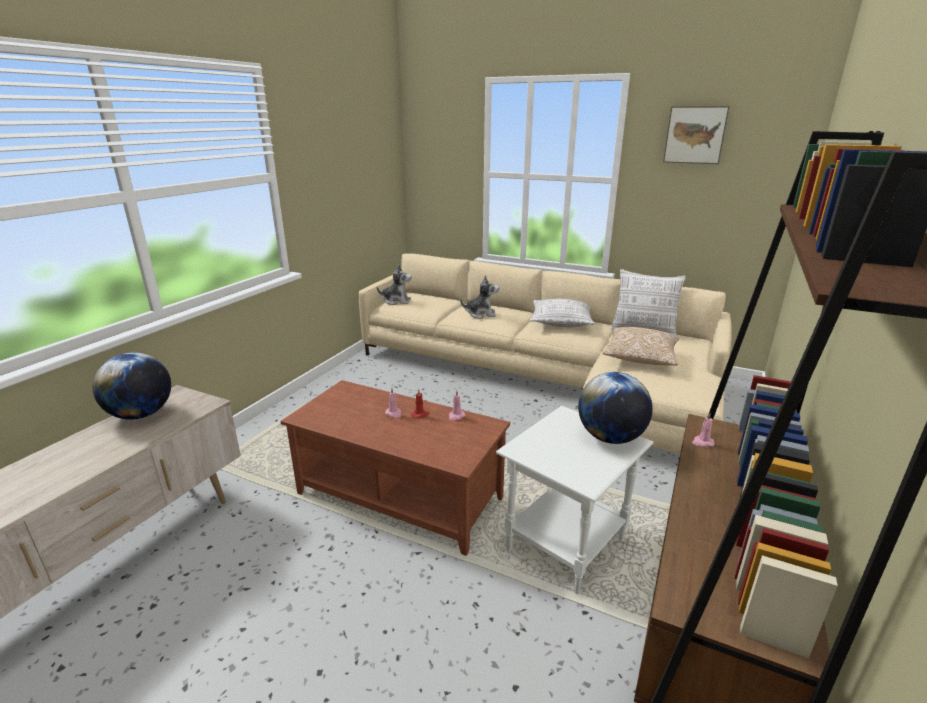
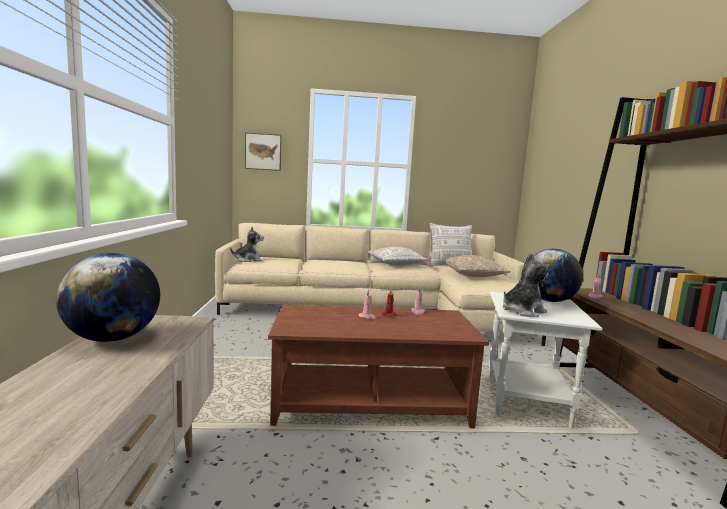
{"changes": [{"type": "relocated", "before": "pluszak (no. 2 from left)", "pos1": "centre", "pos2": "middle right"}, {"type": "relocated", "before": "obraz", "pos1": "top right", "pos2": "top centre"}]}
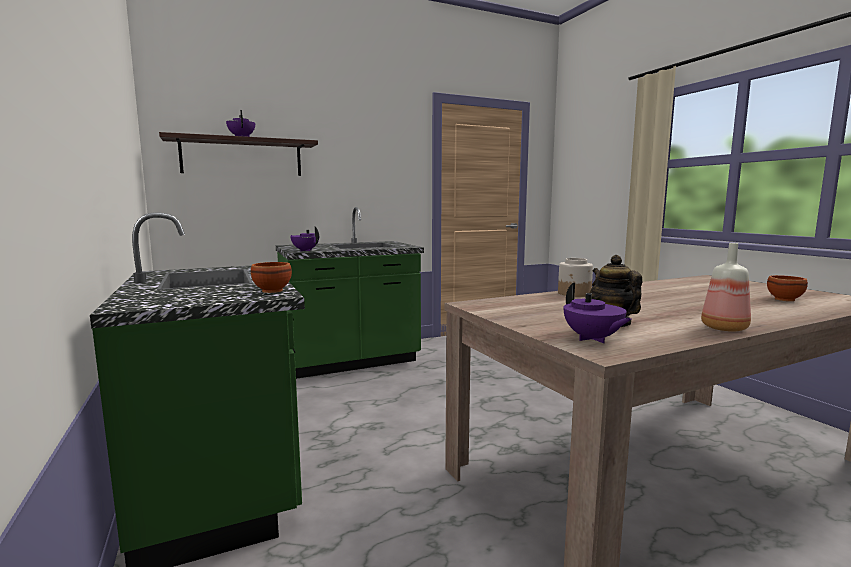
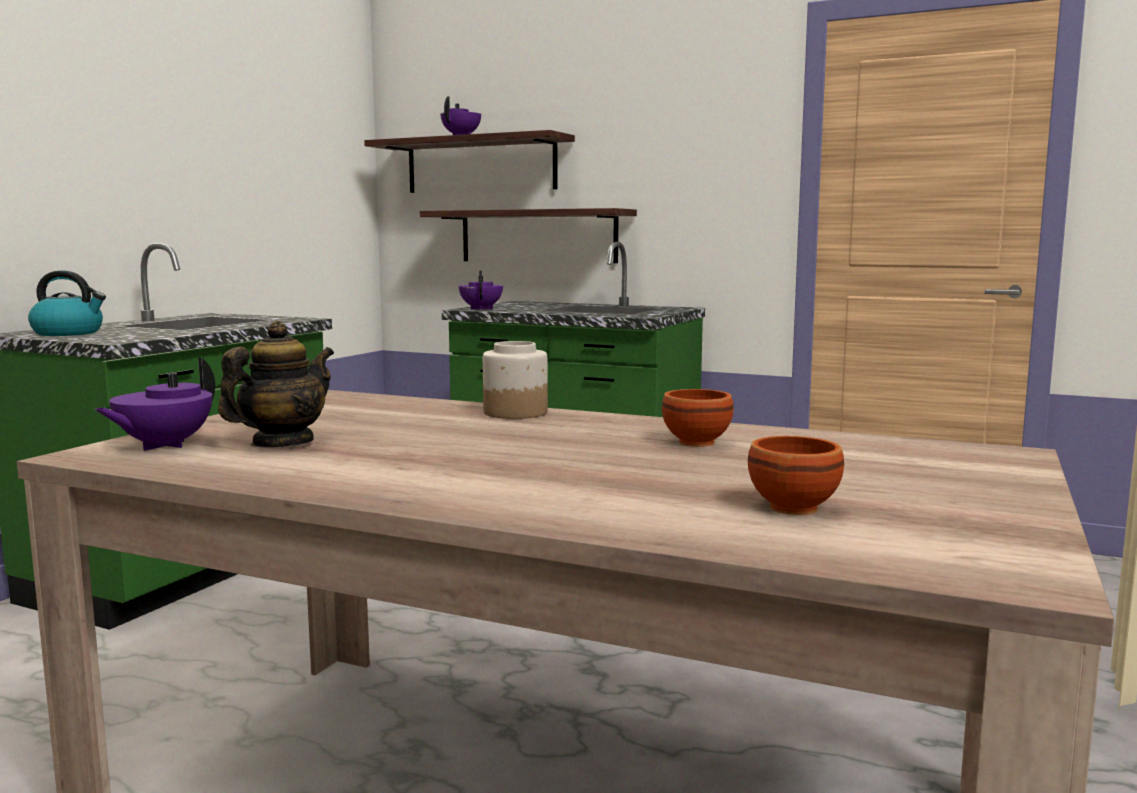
{"changes": [{"type": "relocated", "before": "miska (brązowy) (no. 1 from left)", "pos1": "middle left", "pos2": "centre"}, {"type": "missing", "before": "butelka", "pos1": "middle right"}, {"type": "appeared", "after": "czajnik", "pos2": "middle left"}, {"type": "appeared", "after": "półka (no. 2 from left)", "pos2": "top centre"}]}
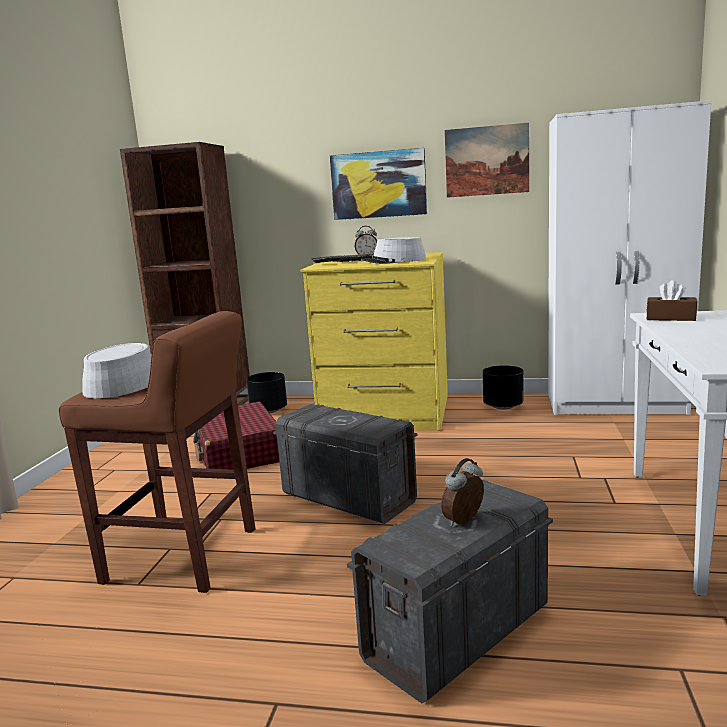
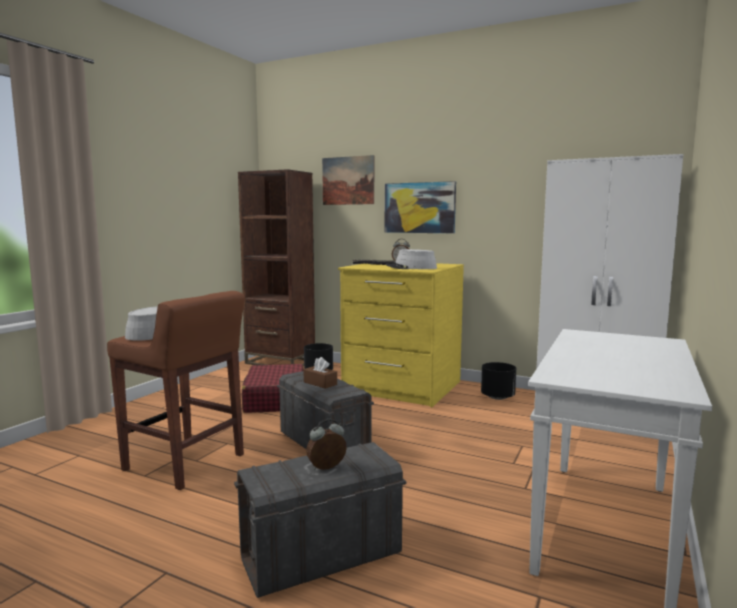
{"changes": [{"type": "relocated", "before": "obraz (no. 2 from left in the first image)", "after": "obraz (no. 1 from left)", "pos1": "top right", "pos2": "top centre"}, {"type": "relocated", "before": "pudełko chusteczek (brązowy)", "pos1": "middle right", "pos2": "centre"}]}
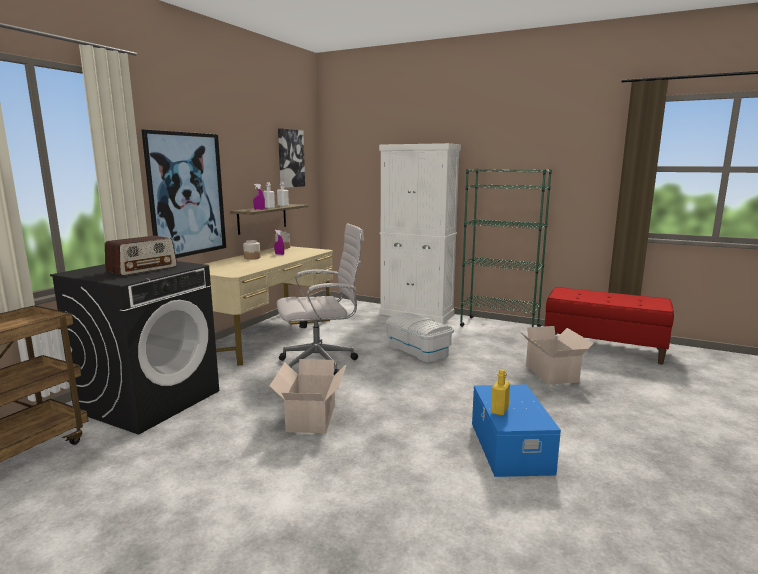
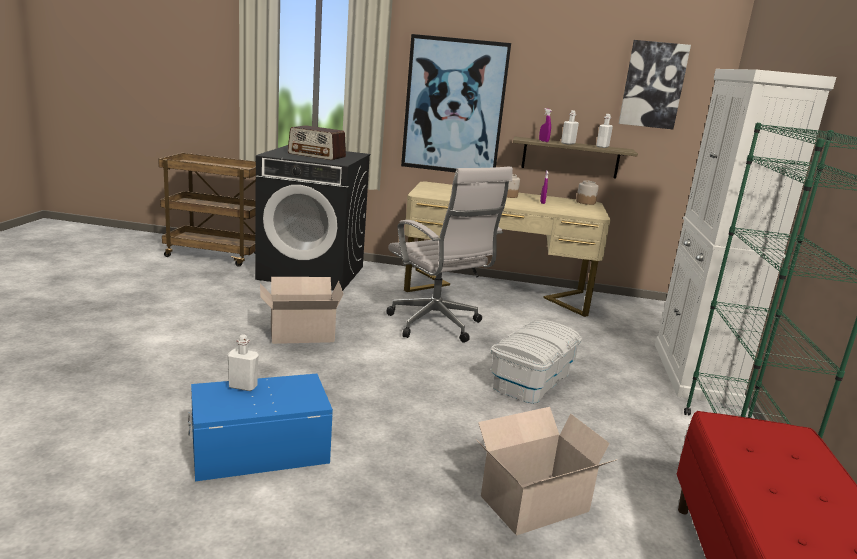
{"changes": [{"type": "colour", "before": "butelka (żółty)", "after": "butelka (biały) (no. 1 from left)", "pos1": "bottom centre", "pos2": "middle left"}]}
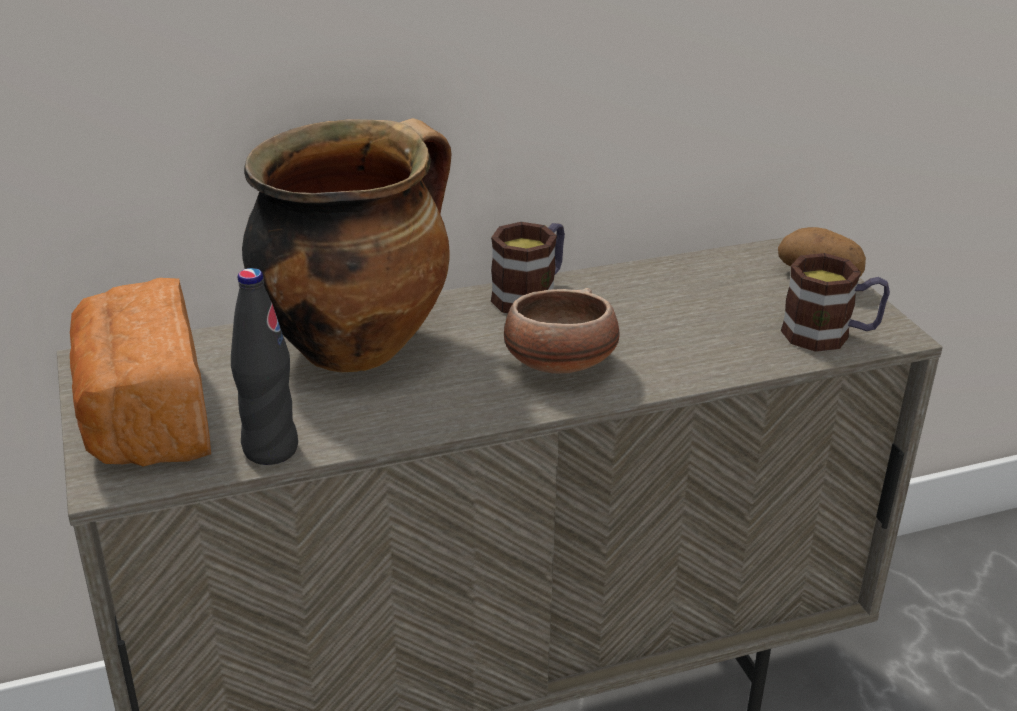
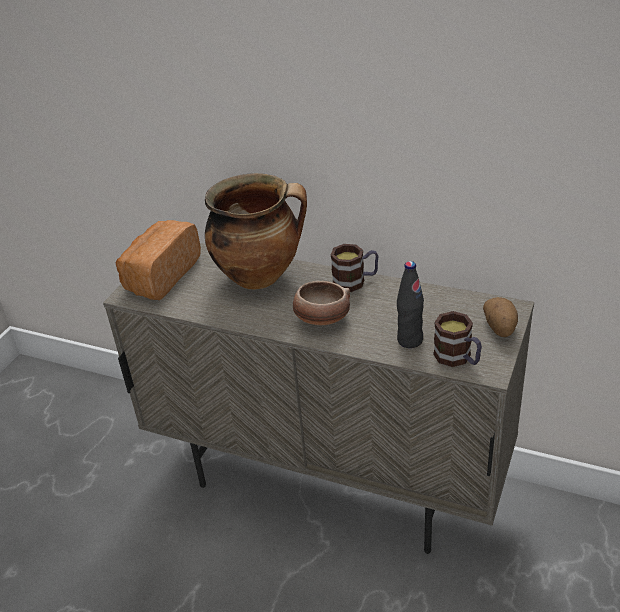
{"changes": [{"type": "relocated", "before": "butelka (czarny)", "pos1": "middle left", "pos2": "centre"}]}
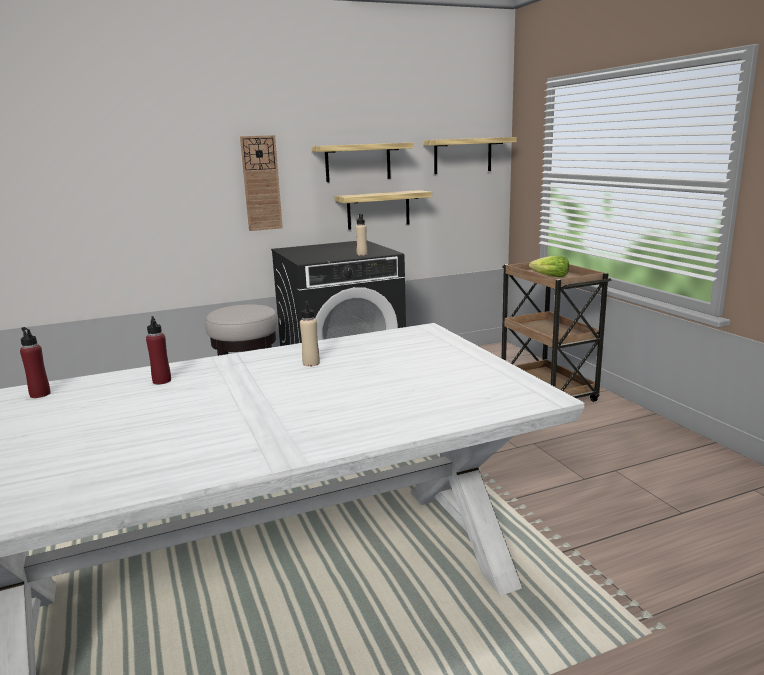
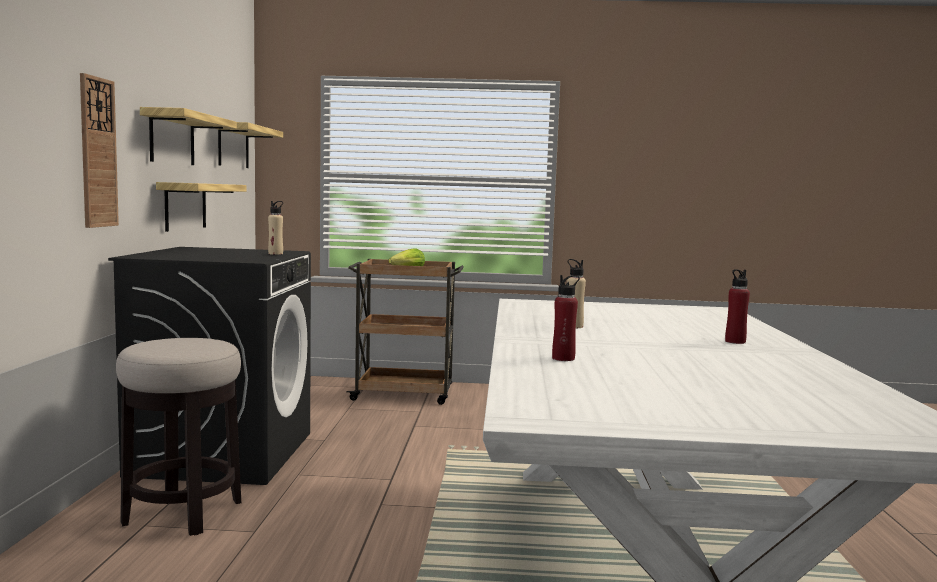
{"changes": [{"type": "relocated", "before": "butelka (czerwony) (no. 1 from left in the first image)", "after": "butelka (czerwony) (no. 2 from left)", "pos1": "middle left", "pos2": "middle right"}]}
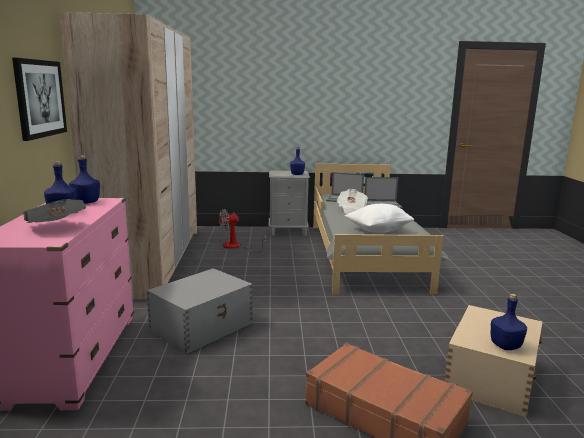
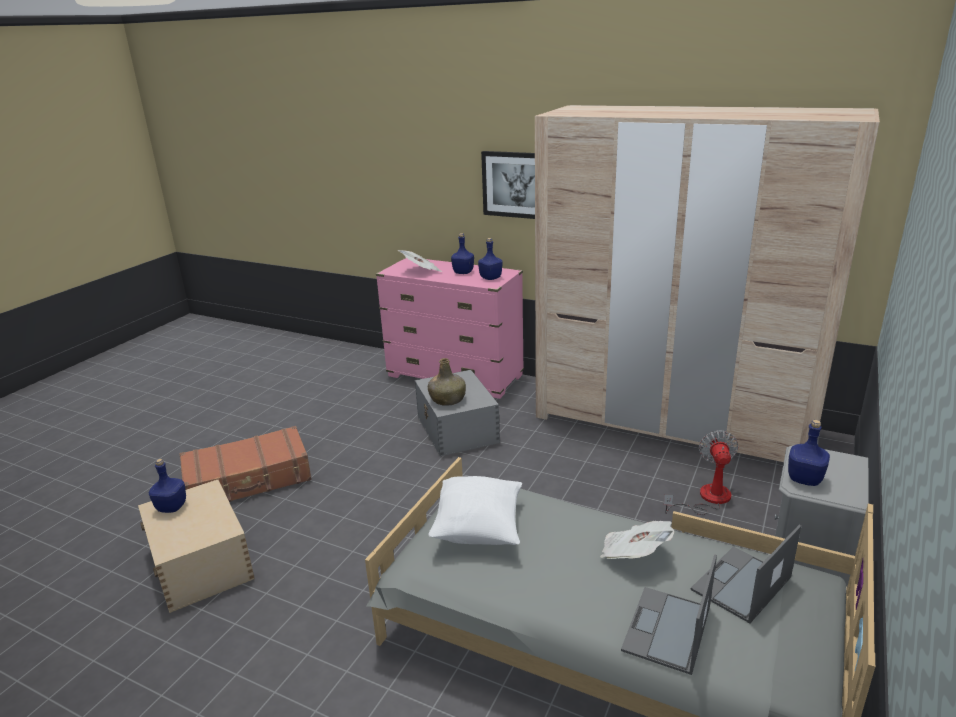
{"changes": [{"type": "appeared", "after": "butelka (zielony)", "pos2": "centre"}]}
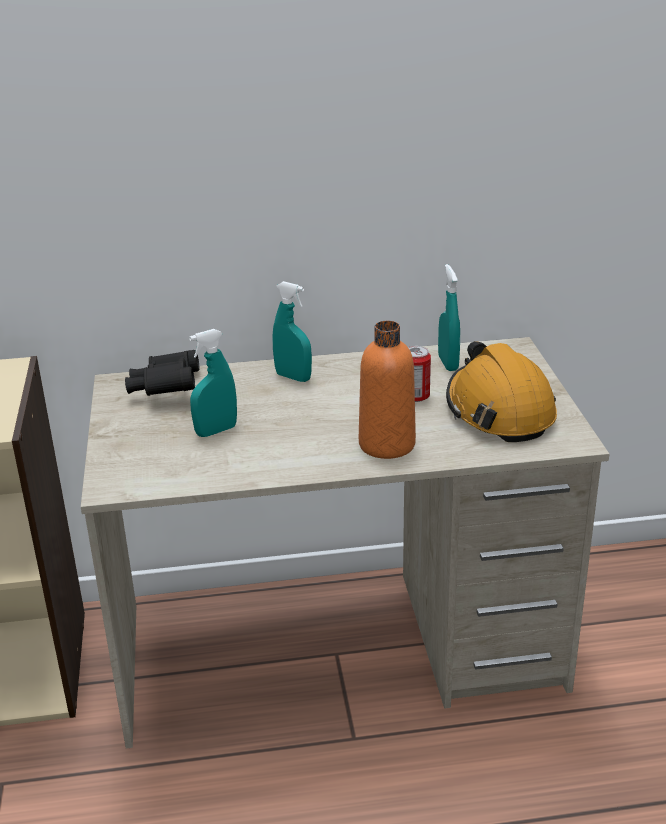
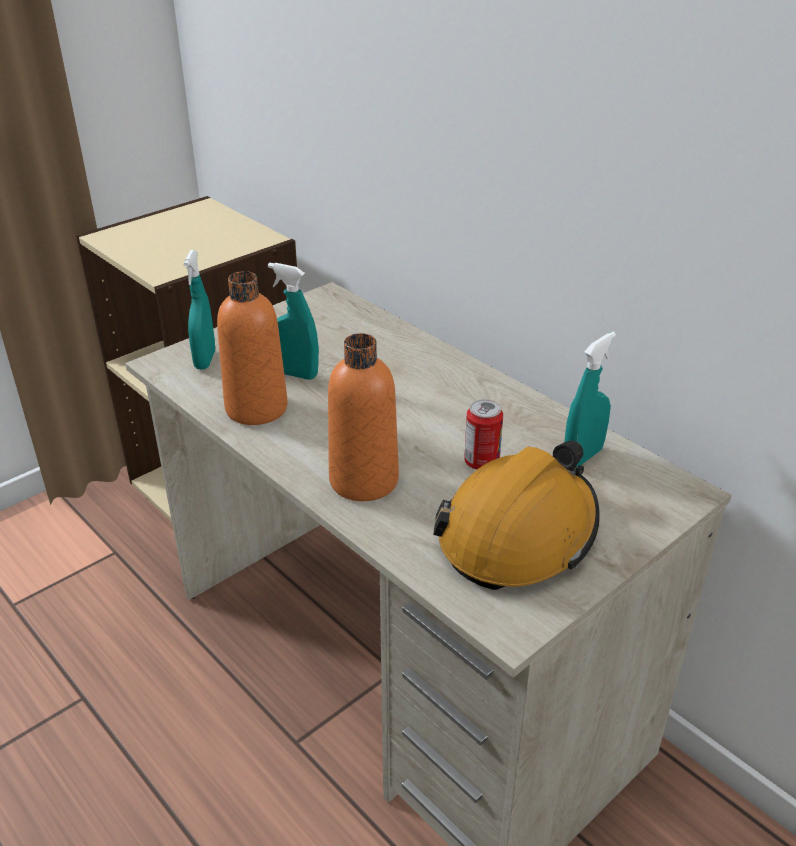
{"changes": [{"type": "missing", "before": "lornetka (czarny)", "pos1": "middle left"}, {"type": "relocated", "before": "spryskiwacz (turkusowy) (no. 2 from left in the first image)", "after": "spryskiwacz (turkusowy) (no. 1 from left)", "pos1": "centre", "pos2": "middle left"}, {"type": "appeared", "after": "butelka (pomarańczowy) (no. 1 from left)", "pos2": "middle left"}]}
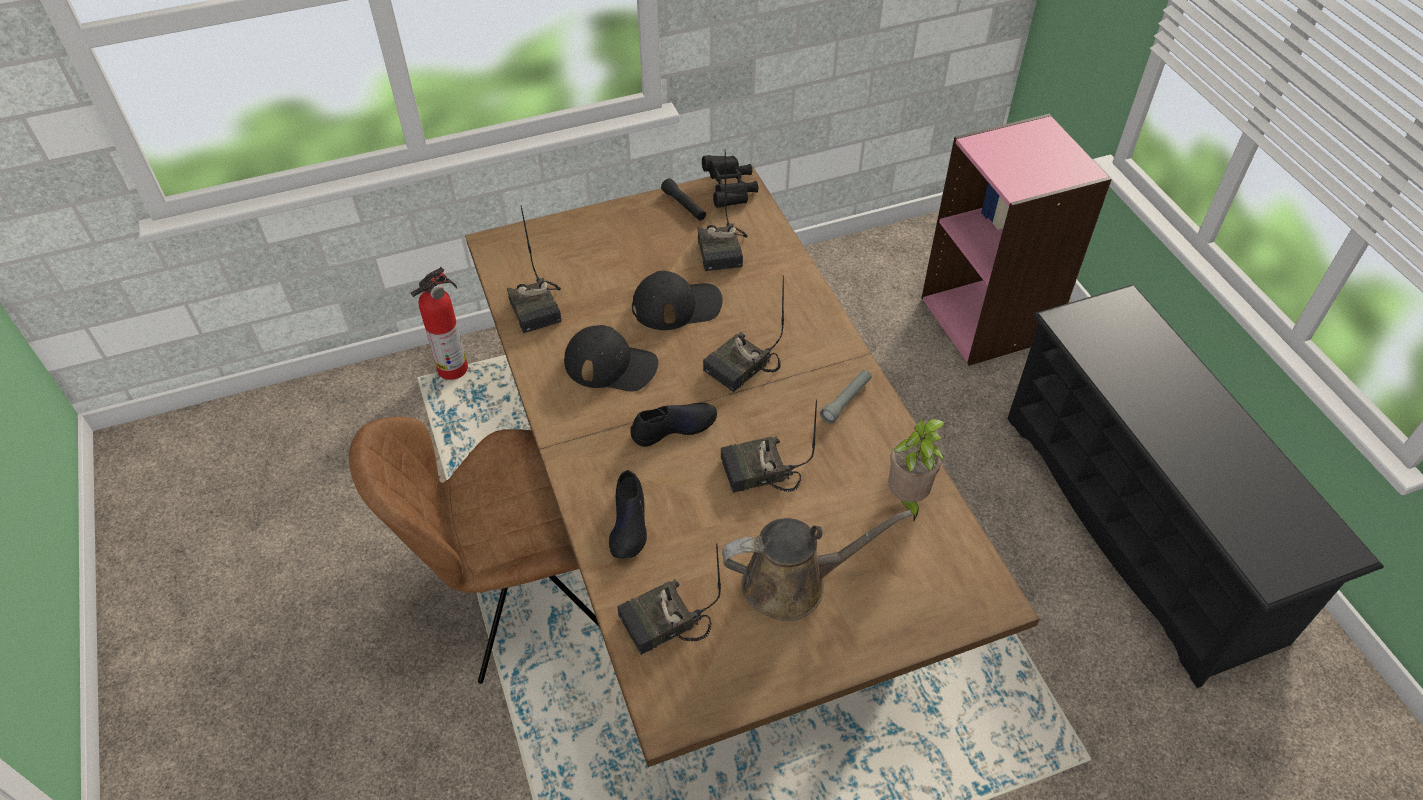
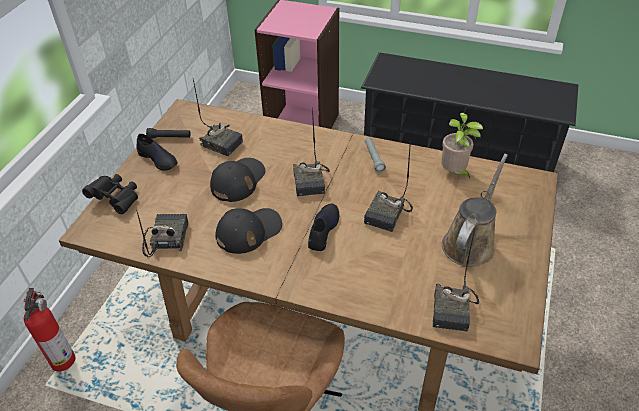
{"changes": [{"type": "spun", "before": "radio (no. 1 from left)", "pos1": "centre", "pos2": "middle left", "turn": -105}, {"type": "relocated", "before": "but (czarny) (no. 1 from left)", "pos1": "centre", "pos2": "middle left"}, {"type": "relocated", "before": "lornetka (czarny)", "pos1": "top centre", "pos2": "middle left"}]}
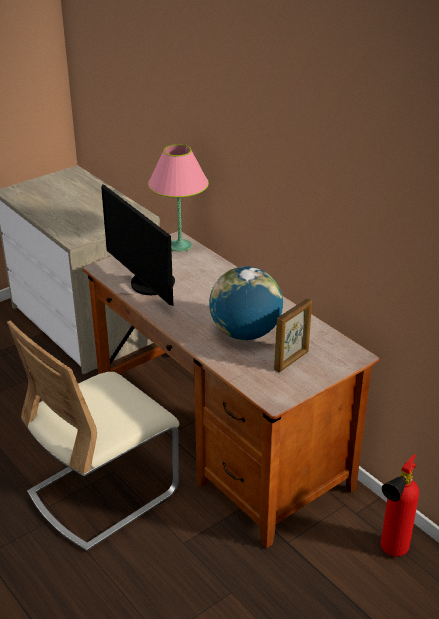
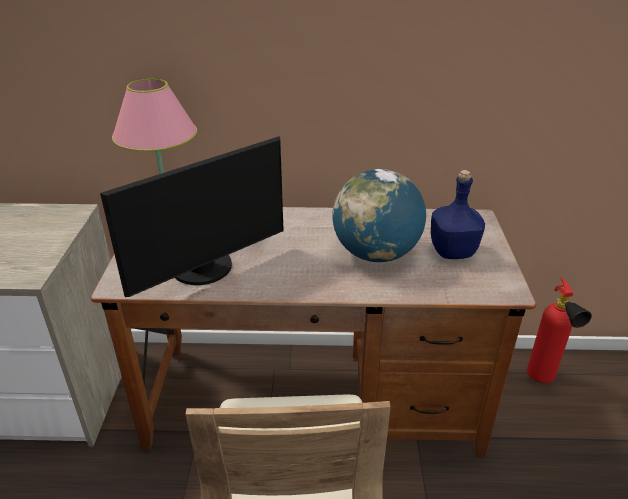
{"changes": [{"type": "spun", "before": "monitor", "pos1": "middle left", "pos2": "middle left", "turn": -45}, {"type": "exchanged", "before": "ramka na zdjęcie", "after": "butelka (niebieski)", "pos1": "middle right", "pos2": "middle right"}]}
